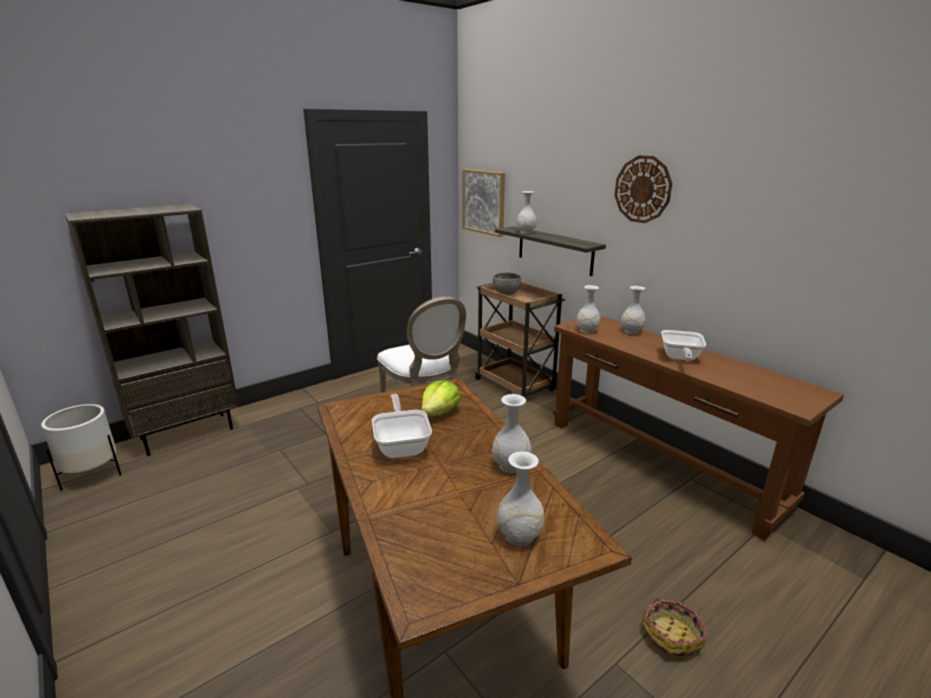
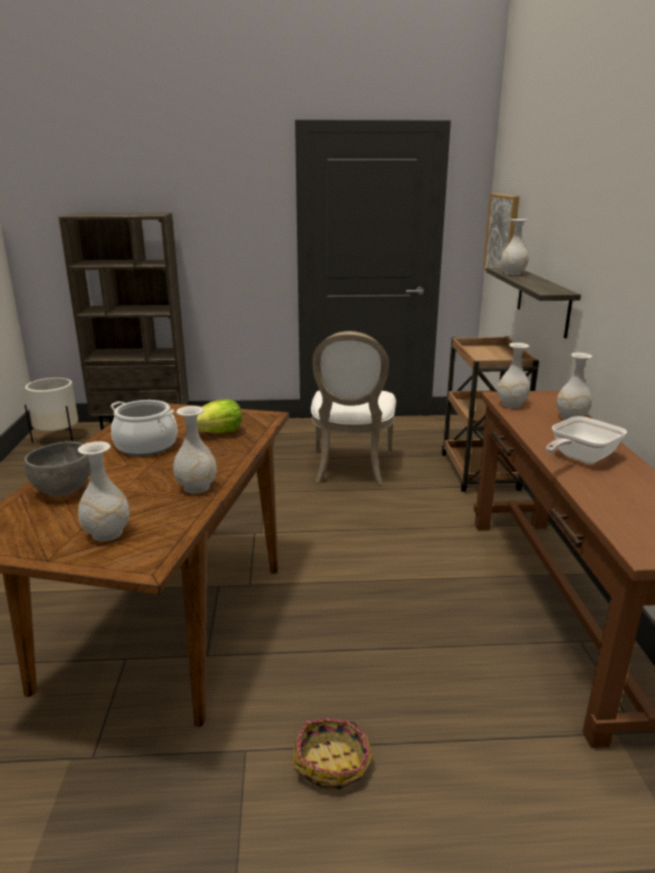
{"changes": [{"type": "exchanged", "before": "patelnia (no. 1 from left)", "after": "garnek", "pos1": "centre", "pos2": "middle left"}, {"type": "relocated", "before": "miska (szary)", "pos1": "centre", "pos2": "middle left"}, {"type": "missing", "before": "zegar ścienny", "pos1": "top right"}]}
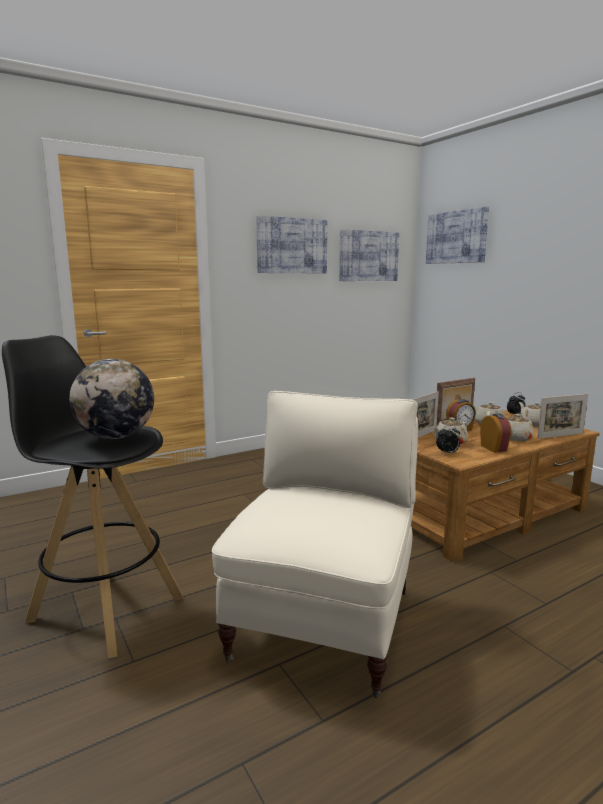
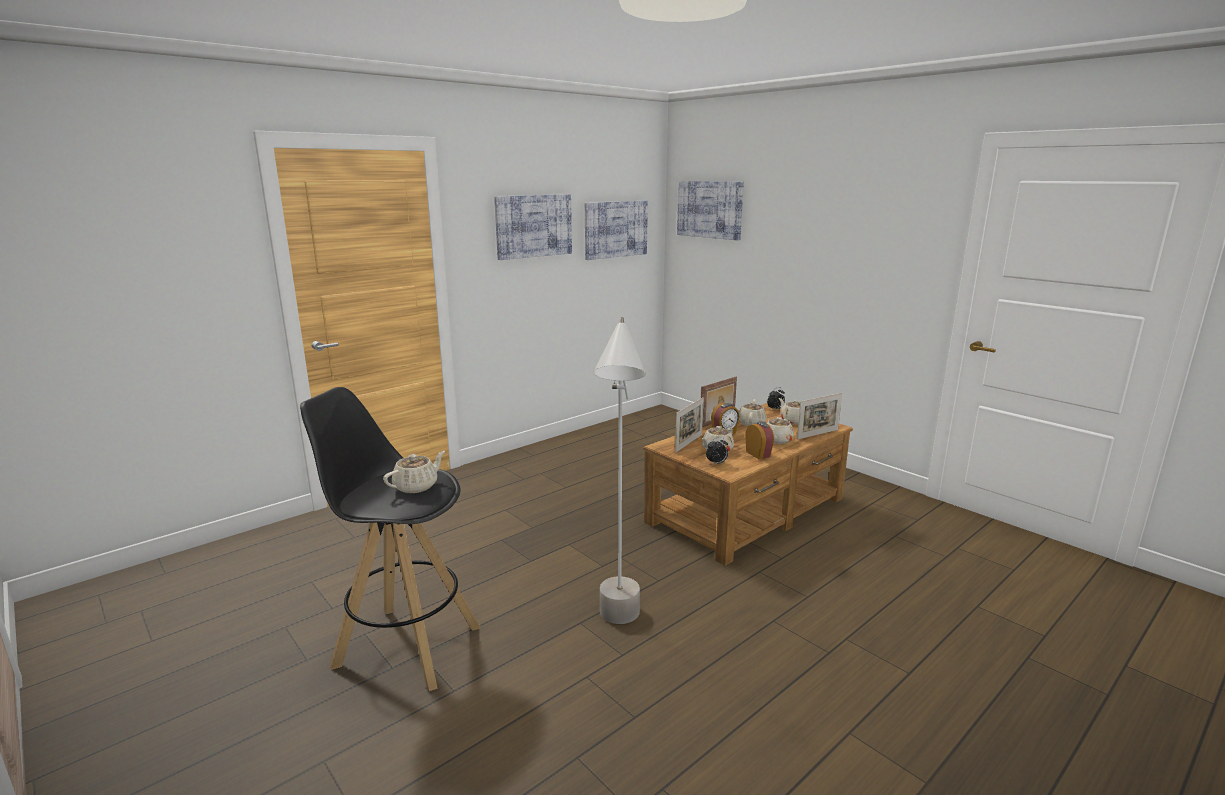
{"changes": [{"type": "exchanged", "before": "globus", "after": "imbryk (beżowy) (no. 1 from left)", "pos1": "middle left", "pos2": "centre"}, {"type": "exchanged", "before": "fotel (beżowy)", "after": "lampa stojąca (szary)", "pos1": "bottom centre", "pos2": "centre"}]}
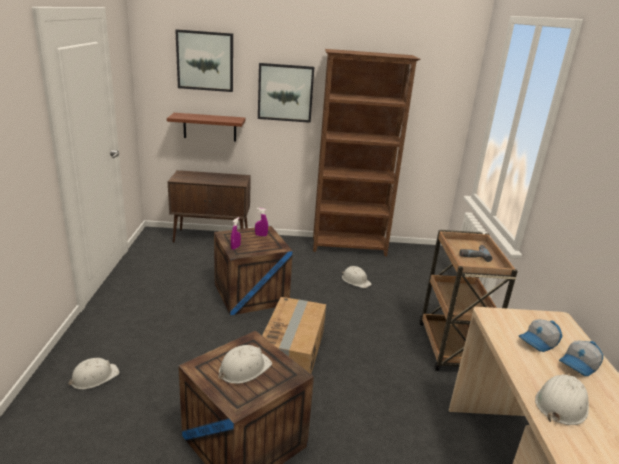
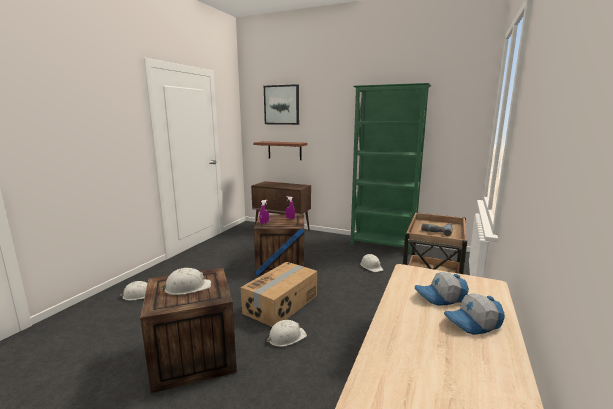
{"changes": [{"type": "missing", "before": "obraz (no. 2 from left)", "pos1": "top centre"}, {"type": "colour", "before": "regał (brązowy)", "after": "regał (zielony)", "pos1": "top centre", "pos2": "centre"}, {"type": "relocated", "before": "kask (biały) (no. 4 from left in the first image)", "after": "kask (biały) (no. 3 from left)", "pos1": "bottom right", "pos2": "bottom centre"}]}
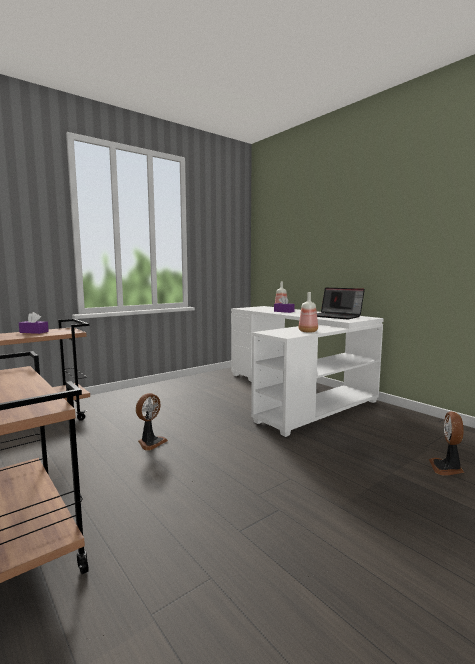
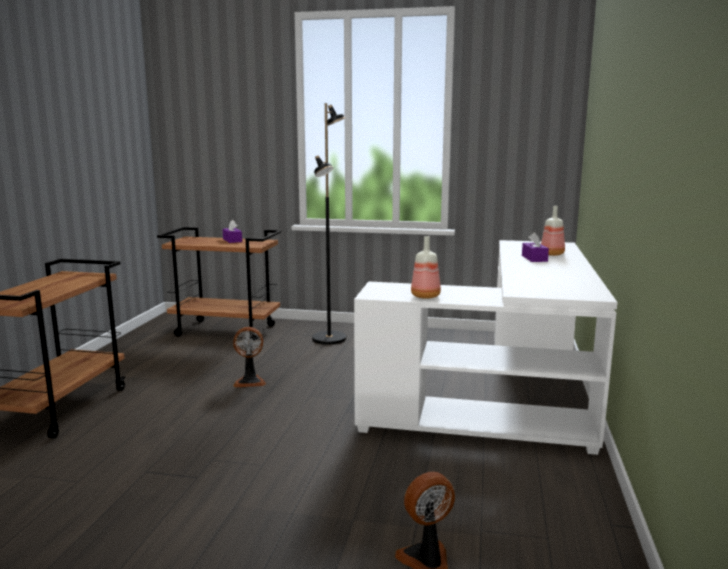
{"changes": [{"type": "missing", "before": "laptop", "pos1": "middle right"}, {"type": "appeared", "after": "lampa stojąca (czarny)", "pos2": "centre"}]}
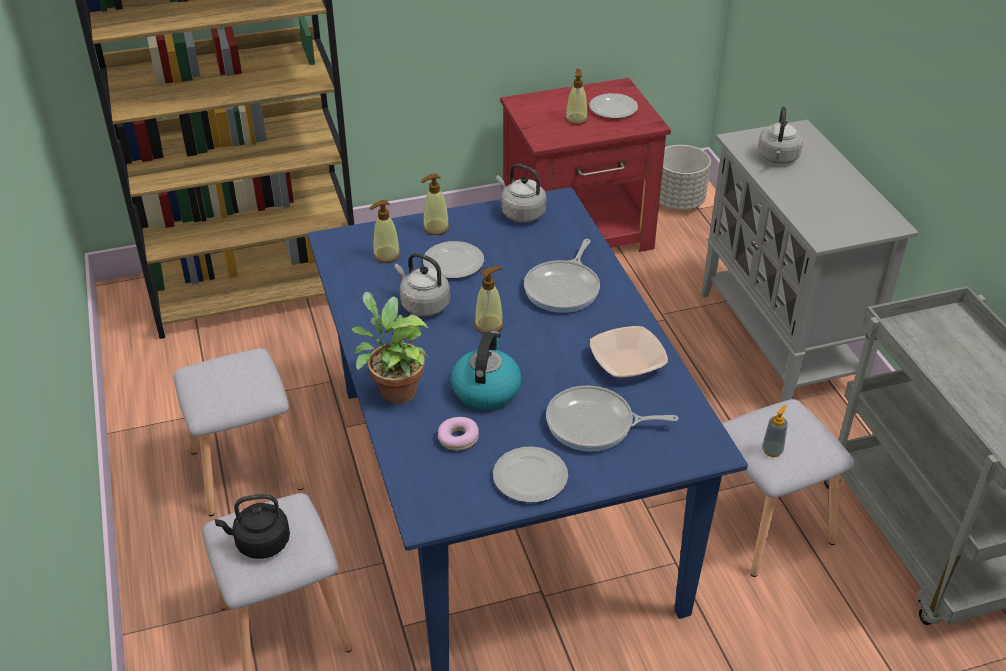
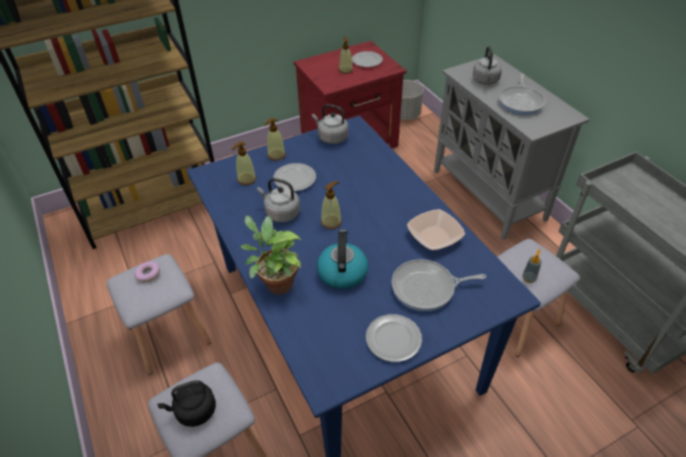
{"changes": [{"type": "relocated", "before": "donut", "pos1": "centre", "pos2": "middle left"}, {"type": "relocated", "before": "patelnia (no. 1 from left in the first image)", "after": "patelnia (no. 2 from left)", "pos1": "centre", "pos2": "top right"}]}
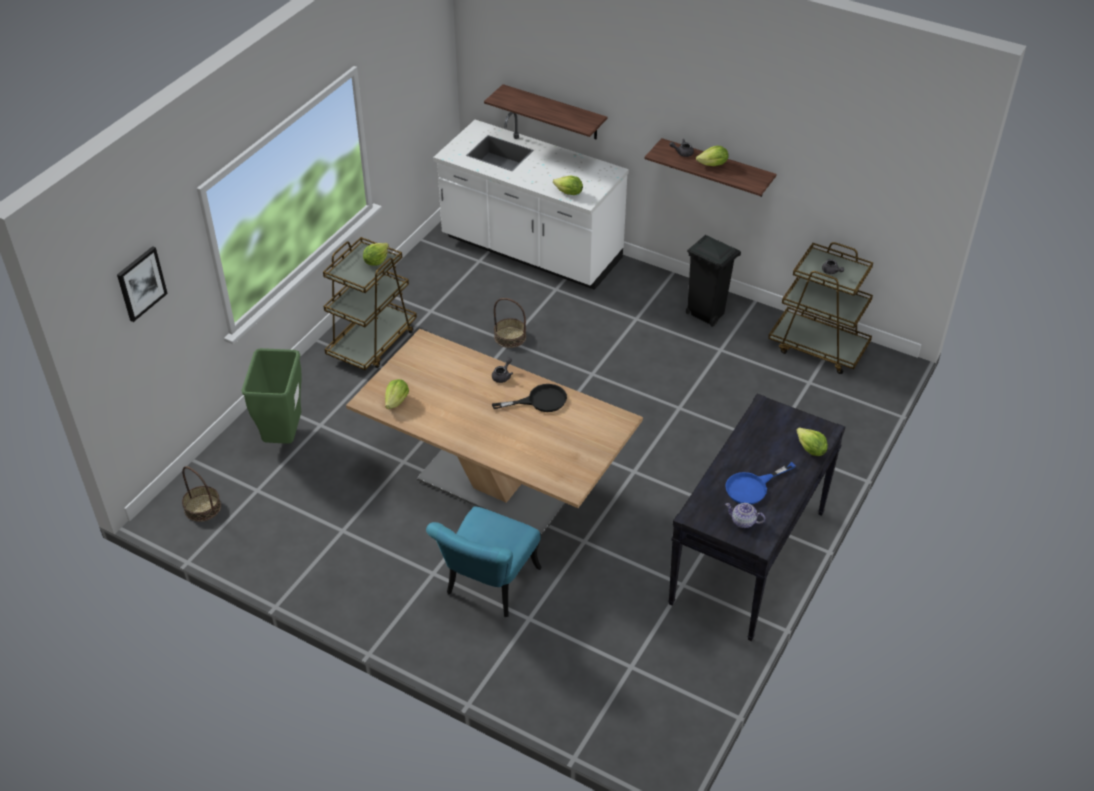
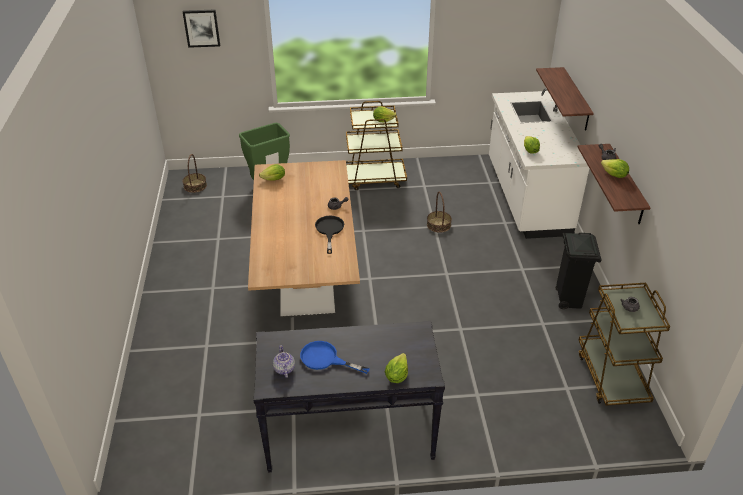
{"changes": [{"type": "missing", "before": "krzesło (turkusowy)", "pos1": "bottom centre"}, {"type": "spun", "before": "patelnia (czarny)", "pos1": "centre", "pos2": "centre", "turn": -135}]}
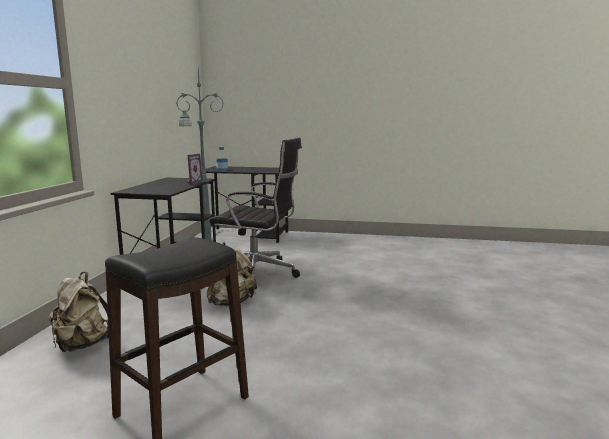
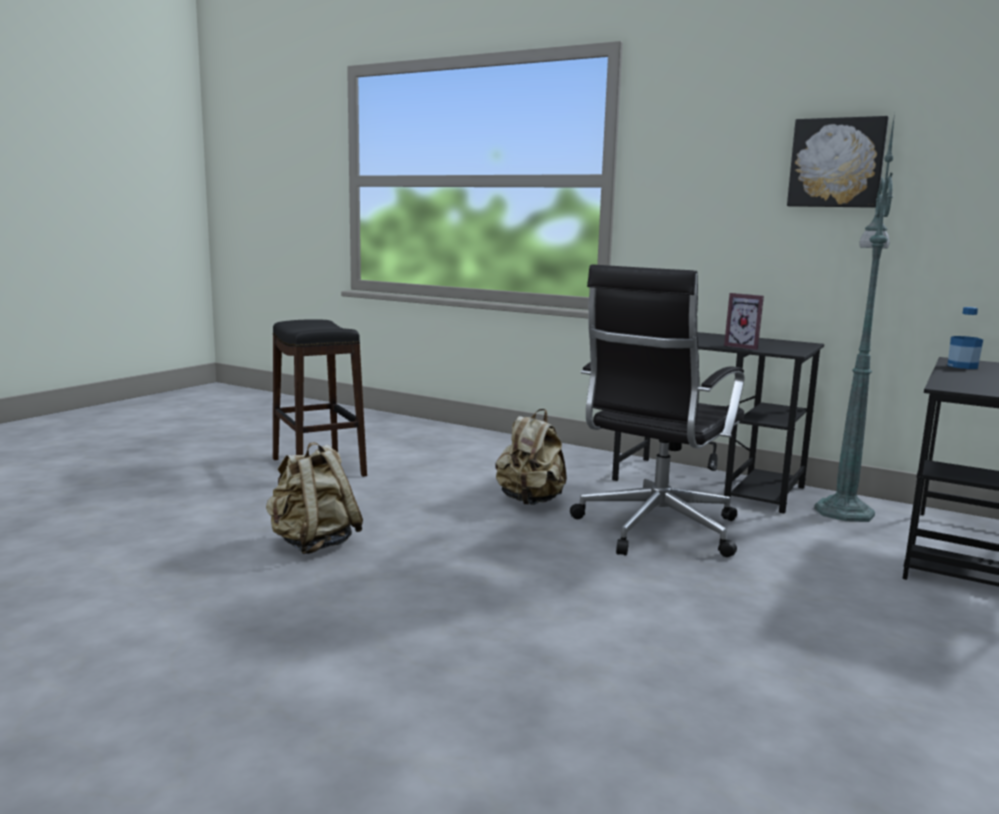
{"changes": [{"type": "relocated", "before": "plecak (beżowy) (no. 1 from left)", "pos1": "bottom left", "pos2": "middle left"}, {"type": "appeared", "after": "obraz", "pos2": "top right"}]}
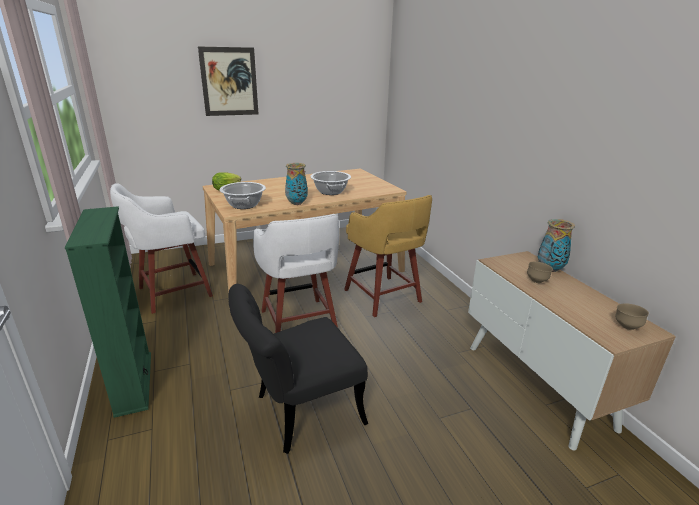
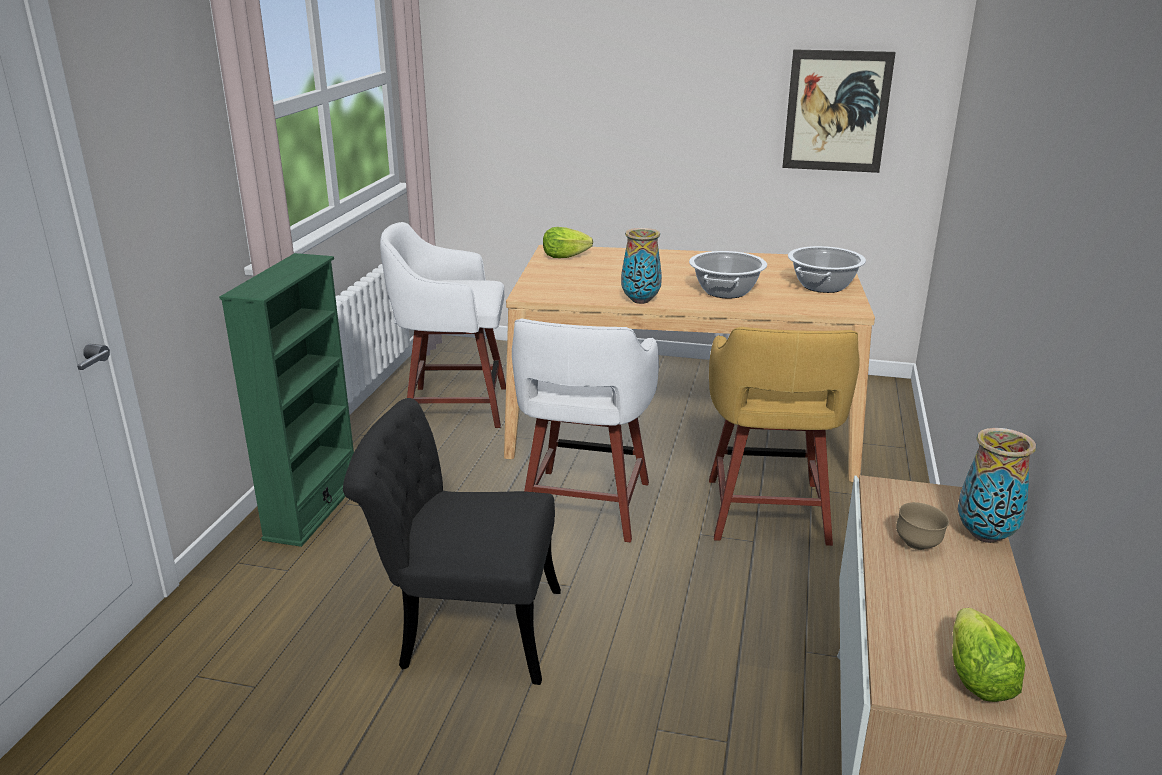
{"changes": [{"type": "relocated", "before": "obraz", "pos1": "top left", "pos2": "top right"}, {"type": "relocated", "before": "garnek (no. 1 from left in the first image)", "after": "garnek (no. 2 from left)", "pos1": "centre", "pos2": "middle right"}, {"type": "exchanged", "before": "miska (brązowy) (no. 2 from left)", "after": "sałata (no. 2 from left)", "pos1": "middle right", "pos2": "bottom right"}]}
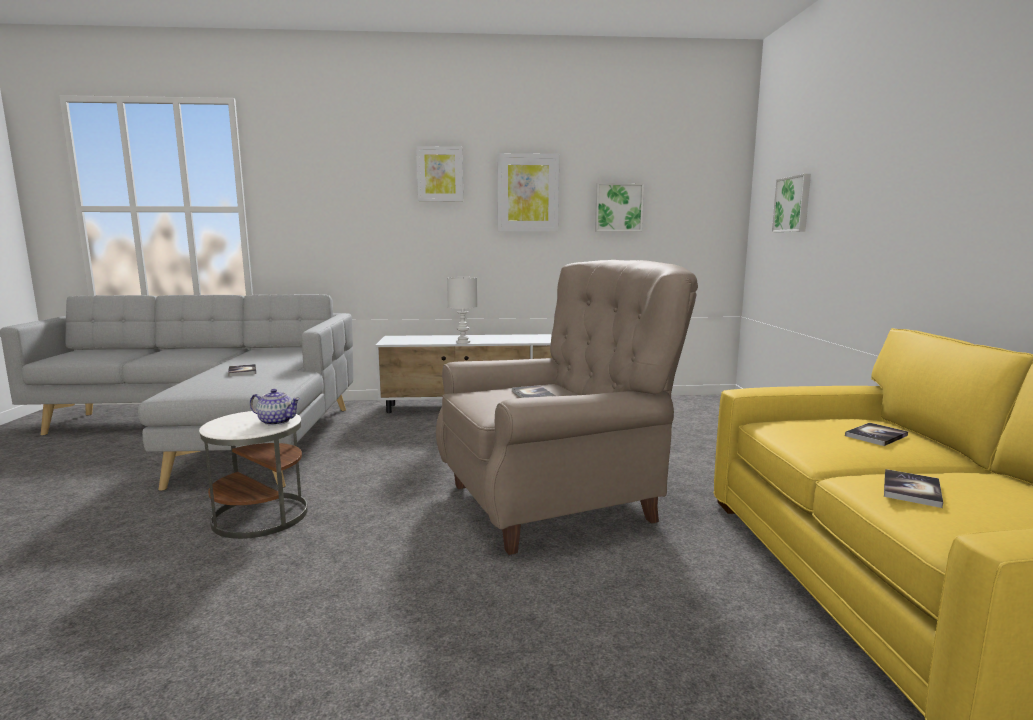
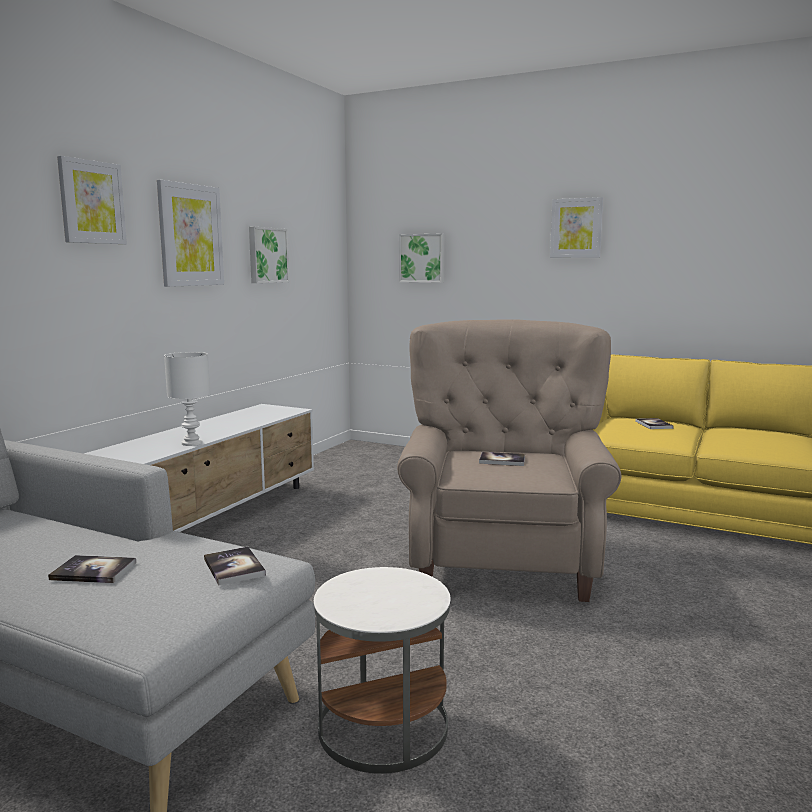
{"changes": [{"type": "missing", "before": "imbryk", "pos1": "middle left"}, {"type": "relocated", "before": "książka (no. 4 from left in the first image)", "after": "książka (no. 2 from left)", "pos1": "bottom right", "pos2": "bottom left"}, {"type": "appeared", "after": "obraz (no. 5 from left)", "pos2": "top right"}]}
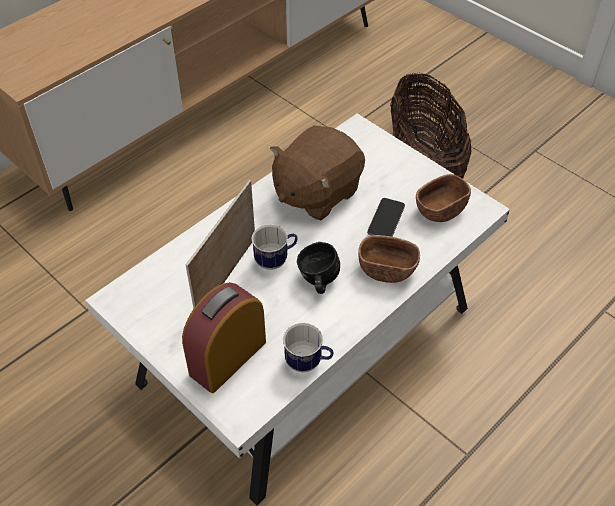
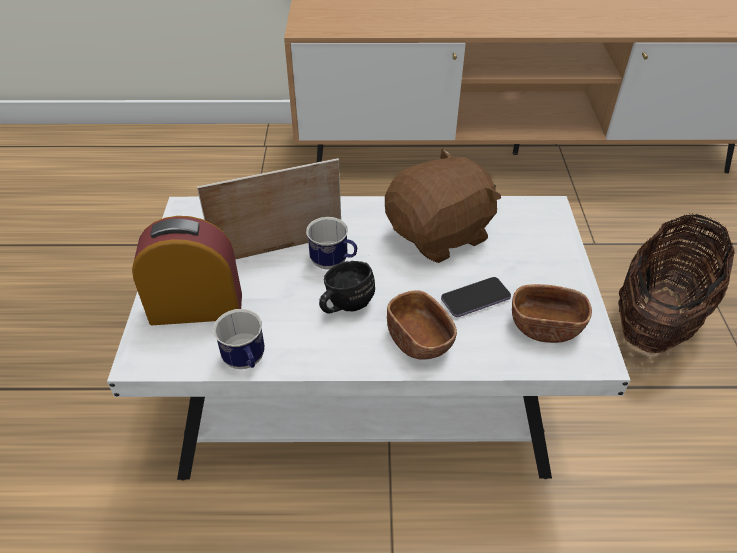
{"changes": [{"type": "spun", "before": "pluszak (brązowy)", "pos1": "centre", "pos2": "centre", "turn": 150}]}
